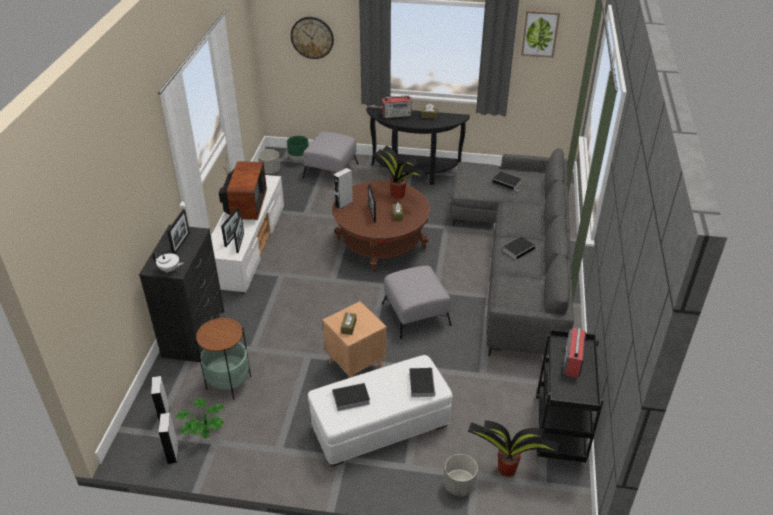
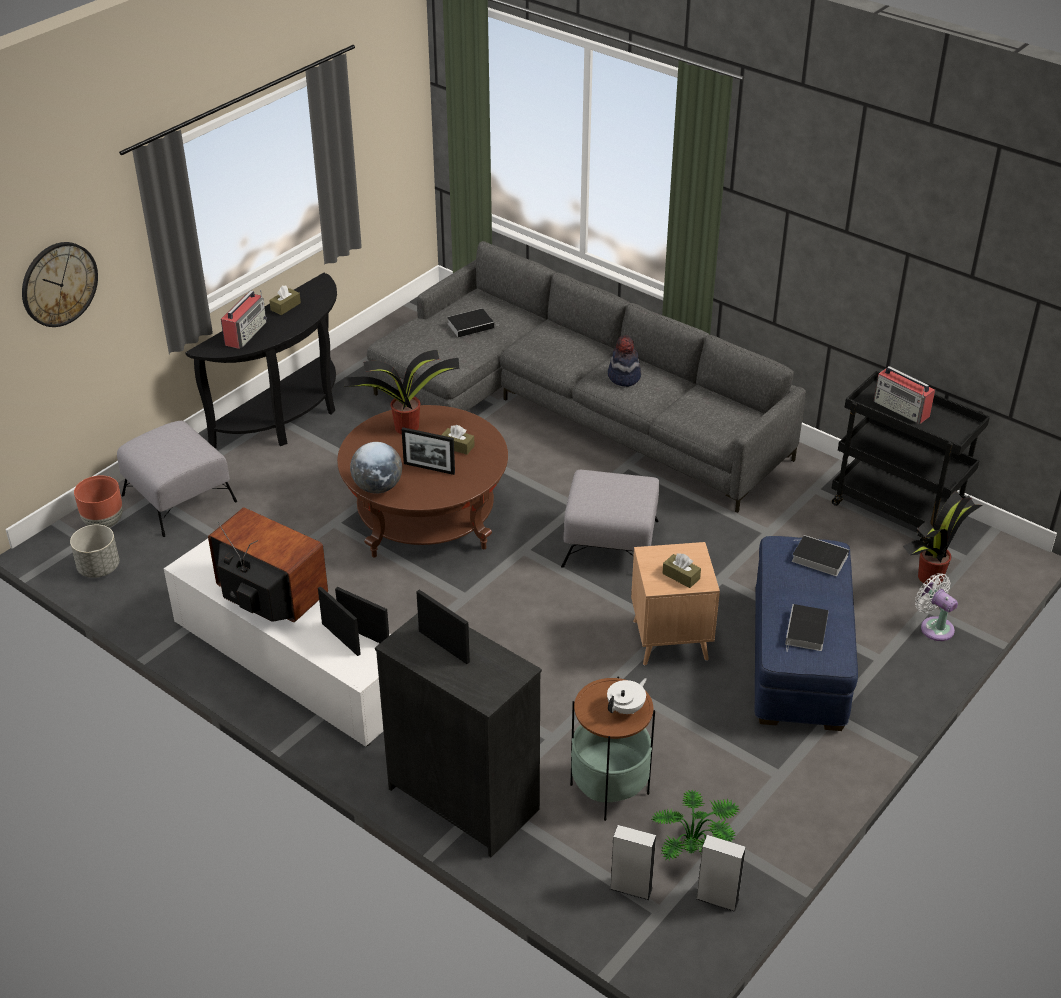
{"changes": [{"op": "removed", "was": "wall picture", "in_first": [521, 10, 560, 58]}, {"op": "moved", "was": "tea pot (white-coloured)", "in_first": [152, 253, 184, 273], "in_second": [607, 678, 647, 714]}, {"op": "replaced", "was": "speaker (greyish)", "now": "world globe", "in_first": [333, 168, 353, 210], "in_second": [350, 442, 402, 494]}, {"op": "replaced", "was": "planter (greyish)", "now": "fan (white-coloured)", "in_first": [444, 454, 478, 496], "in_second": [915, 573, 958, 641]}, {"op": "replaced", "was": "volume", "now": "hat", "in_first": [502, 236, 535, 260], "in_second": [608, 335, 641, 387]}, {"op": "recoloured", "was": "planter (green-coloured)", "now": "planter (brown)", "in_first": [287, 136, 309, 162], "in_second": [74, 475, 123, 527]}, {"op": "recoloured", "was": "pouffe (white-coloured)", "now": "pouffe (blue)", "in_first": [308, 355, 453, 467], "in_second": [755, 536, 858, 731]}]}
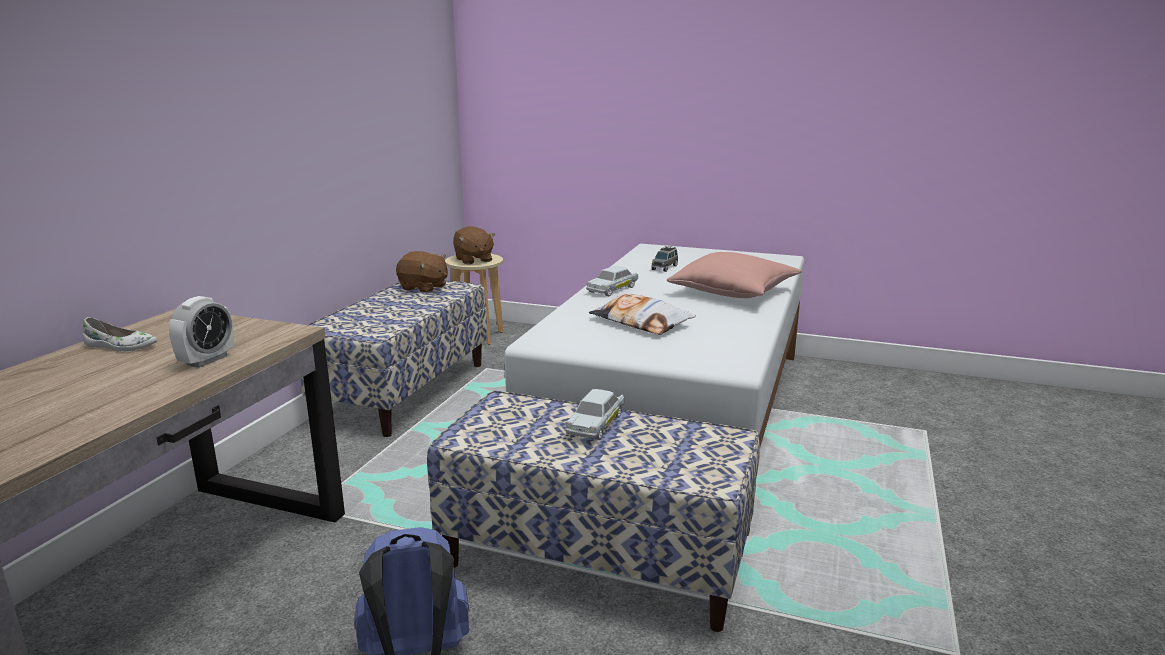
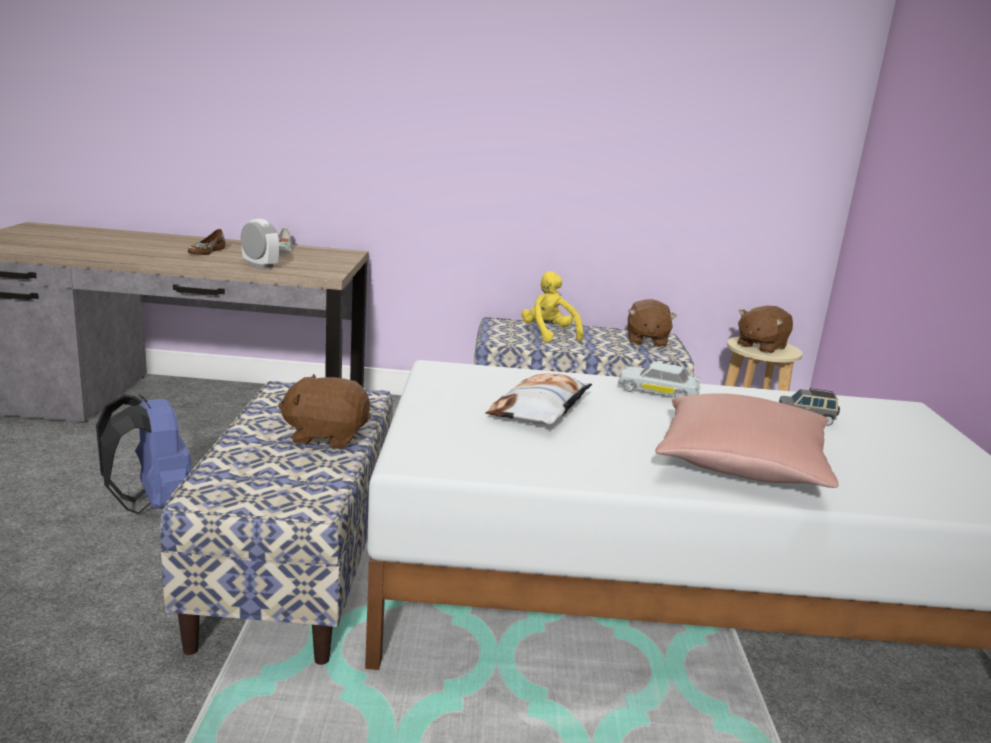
{"changes": [{"op": "added", "now": "item of footwear (brown)", "in_second": [188, 229, 225, 255]}, {"op": "added", "now": "plush toy (yellowish)", "in_second": [522, 271, 583, 342]}, {"op": "replaced", "was": "toy car (white-coloured)", "now": "plush toy (brown)", "in_first": [565, 389, 625, 440], "in_second": [278, 374, 370, 449]}, {"op": "turned", "was": "bedside clock", "in_first": [169, 296, 234, 368], "in_second": [241, 219, 279, 269], "clockwise": -150}]}
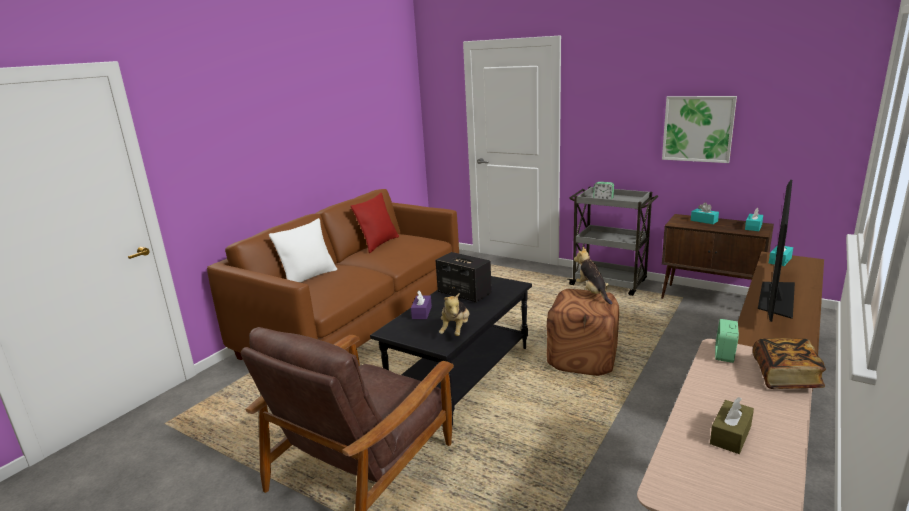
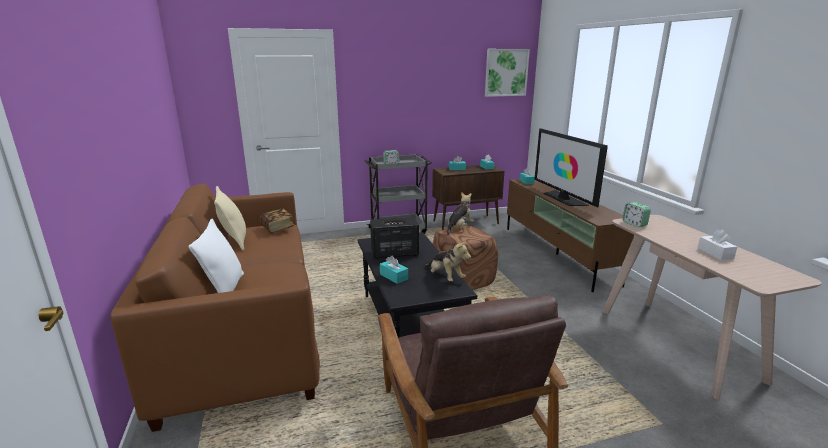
{"changes": [{"op": "moved", "was": "wall picture", "in_first": [662, 96, 737, 163], "in_second": [485, 49, 530, 97]}, {"op": "moved", "was": "volume", "in_first": [753, 338, 826, 389], "in_second": [259, 209, 295, 234]}, {"op": "recoloured", "was": "throw pillow (red)", "now": "throw pillow (beige)", "in_first": [351, 193, 399, 253], "in_second": [214, 186, 246, 251]}, {"op": "recoloured", "was": "tissue holder (purplish)", "now": "tissue holder (turquoise-coloured)", "in_first": [411, 290, 432, 319], "in_second": [380, 256, 408, 284]}, {"op": "recoloured", "was": "tissue holder (brown)", "now": "tissue holder (white-coloured)", "in_first": [710, 397, 754, 454], "in_second": [698, 230, 737, 260]}, {"op": "turned", "was": "plush toy", "in_first": [574, 247, 613, 305], "in_second": [447, 192, 474, 235], "clockwise": 105}]}
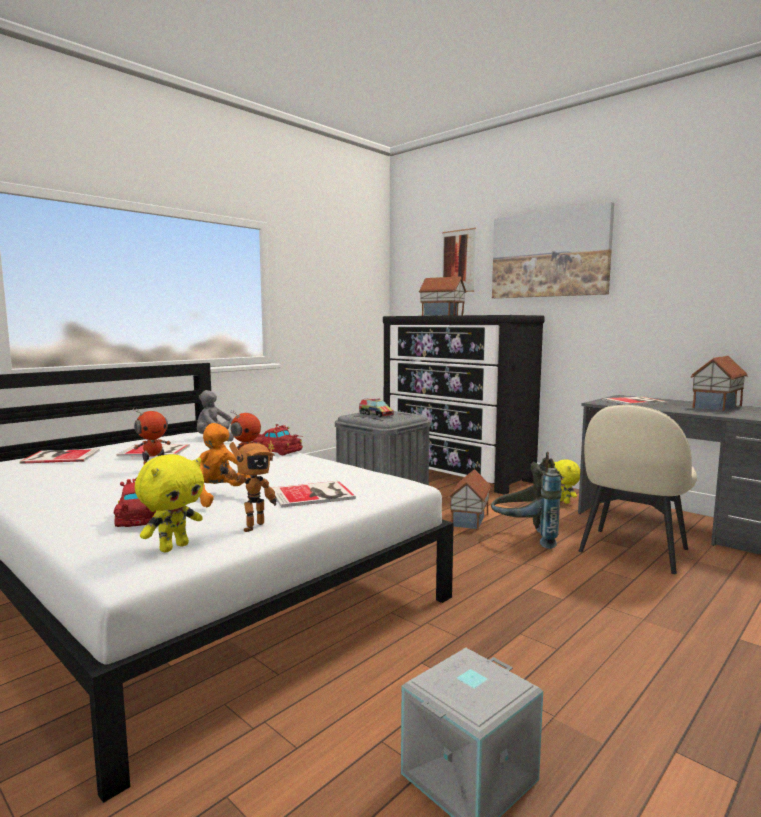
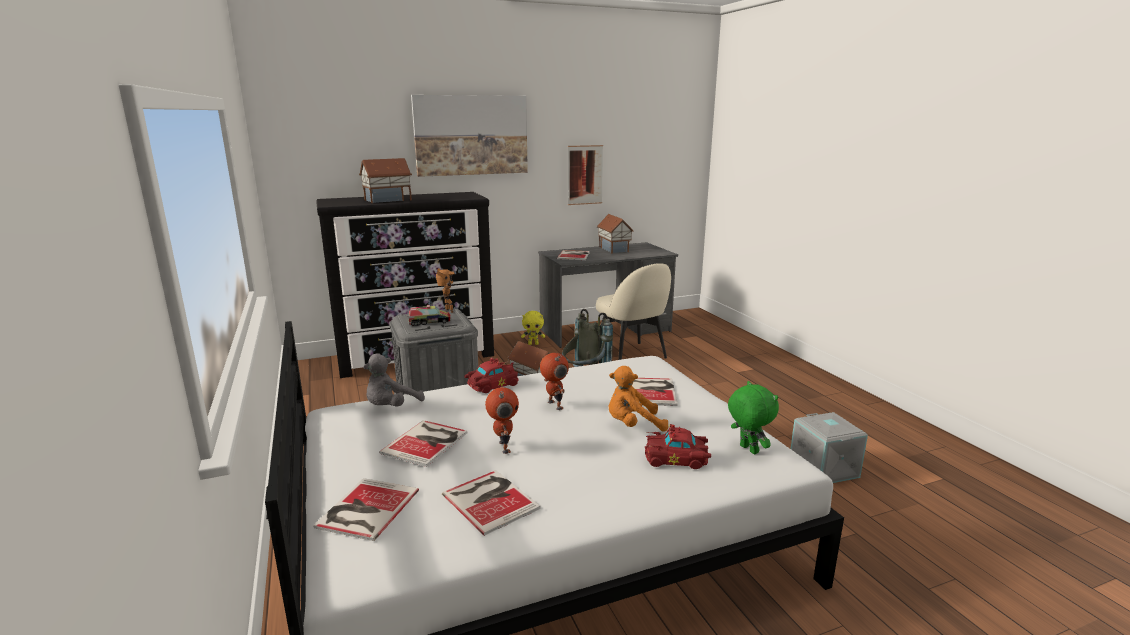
{"changes": [{"op": "added", "now": "volume", "in_second": [442, 470, 541, 536]}, {"op": "moved", "was": "model robot", "in_first": [220, 441, 277, 532], "in_second": [436, 268, 455, 313]}, {"op": "moved", "was": "wall picture", "in_first": [442, 228, 476, 292], "in_second": [568, 145, 603, 205]}, {"op": "recoloured", "was": "plush toy (yellowish)", "now": "plush toy (green-coloured)", "in_first": [135, 454, 204, 552], "in_second": [728, 381, 779, 454]}]}
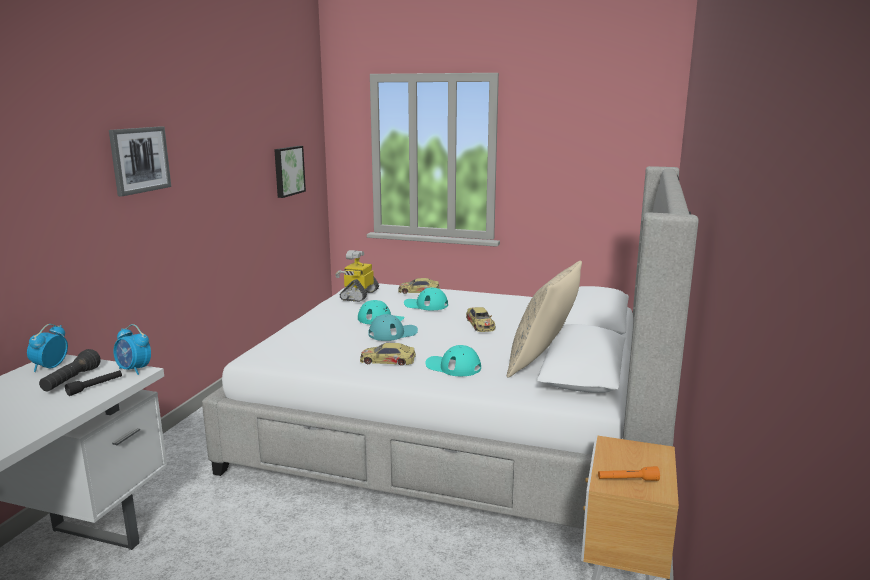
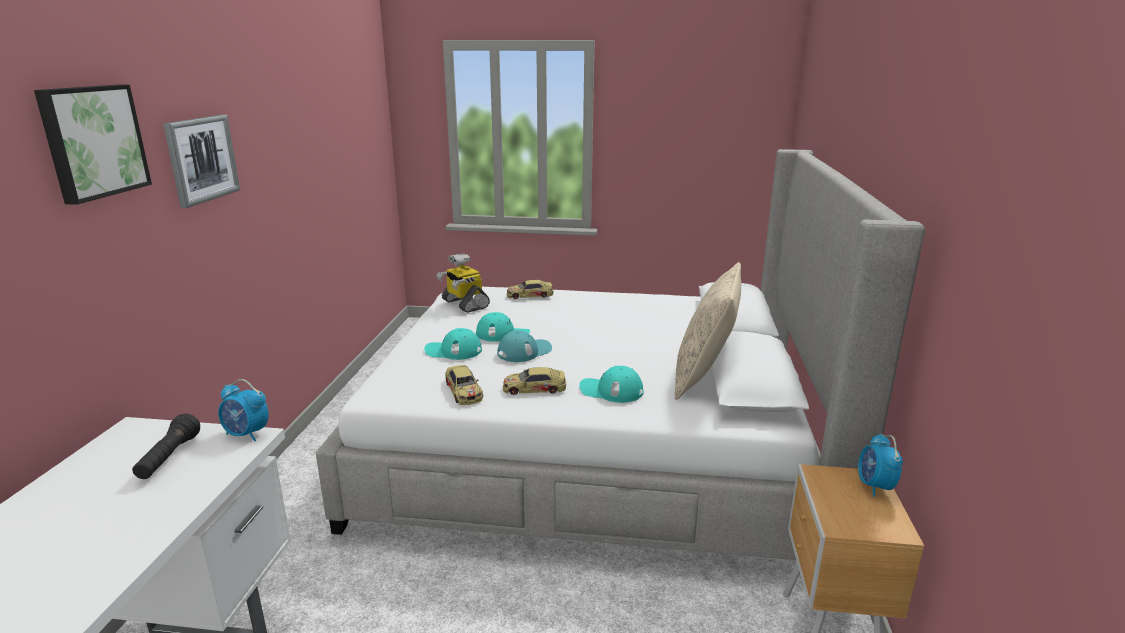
{"changes": [{"op": "removed", "was": "hand torch (blackish)", "in_first": [65, 370, 122, 396]}, {"op": "removed", "was": "hand torch (orange)", "in_first": [598, 466, 660, 481]}, {"op": "moved", "was": "bedside clock", "in_first": [27, 324, 68, 372], "in_second": [858, 433, 903, 497]}, {"op": "moved", "was": "wall picture", "in_first": [274, 146, 306, 198], "in_second": [34, 85, 152, 205]}, {"op": "moved", "was": "peaked cap (turquoise-coloured)", "in_first": [404, 288, 448, 310], "in_second": [424, 328, 482, 360]}, {"op": "moved", "was": "toy car", "in_first": [466, 307, 495, 332], "in_second": [445, 365, 483, 405]}, {"op": "turned", "was": "model robot", "in_first": [335, 250, 379, 302], "in_second": [437, 253, 490, 313], "clockwise": -45}]}
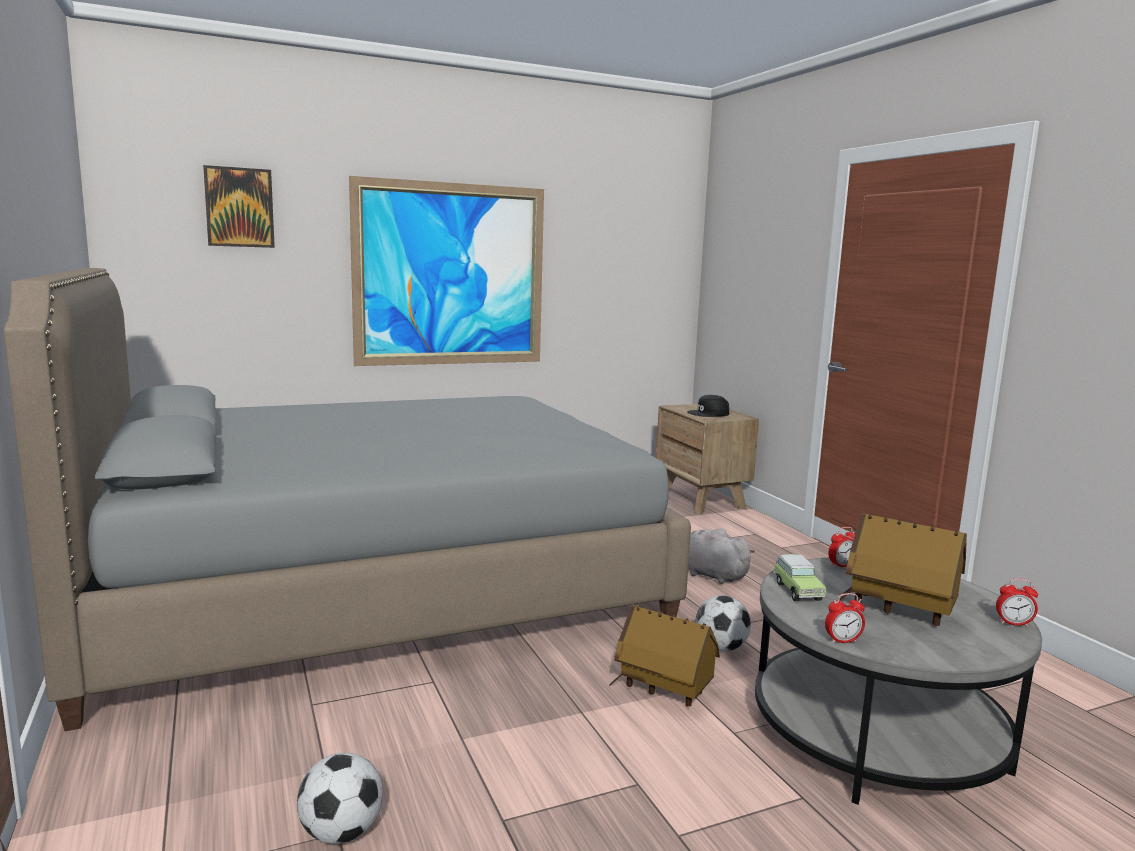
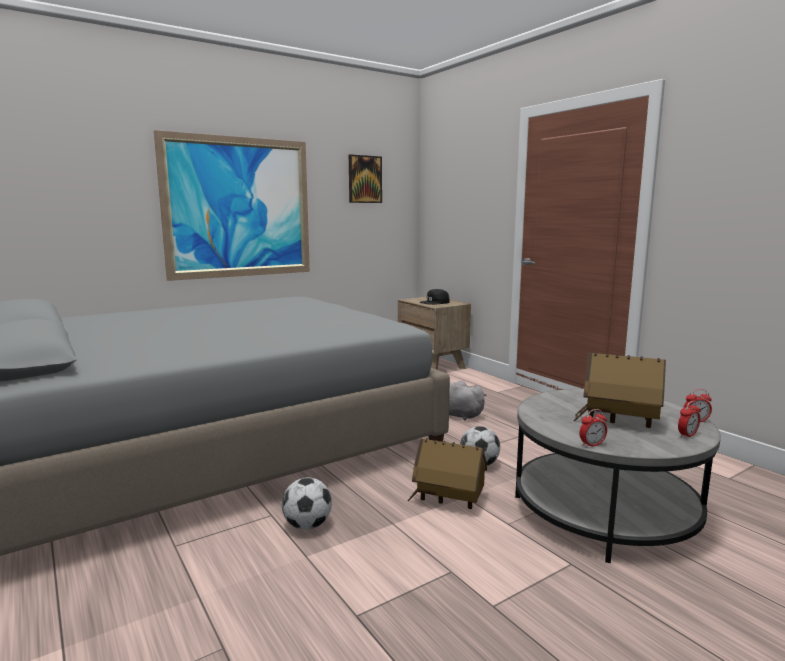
{"changes": [{"op": "removed", "was": "toy car", "in_first": [773, 554, 826, 601]}, {"op": "moved", "was": "wall picture", "in_first": [203, 165, 275, 248], "in_second": [349, 154, 382, 203]}, {"op": "moved", "was": "football", "in_first": [297, 753, 383, 844], "in_second": [282, 477, 332, 530]}, {"op": "moved", "was": "bedside clock", "in_first": [828, 527, 855, 568], "in_second": [678, 401, 701, 439]}]}
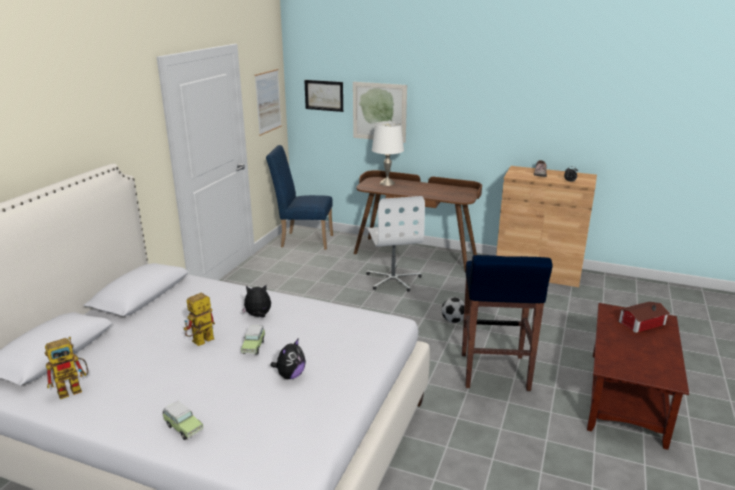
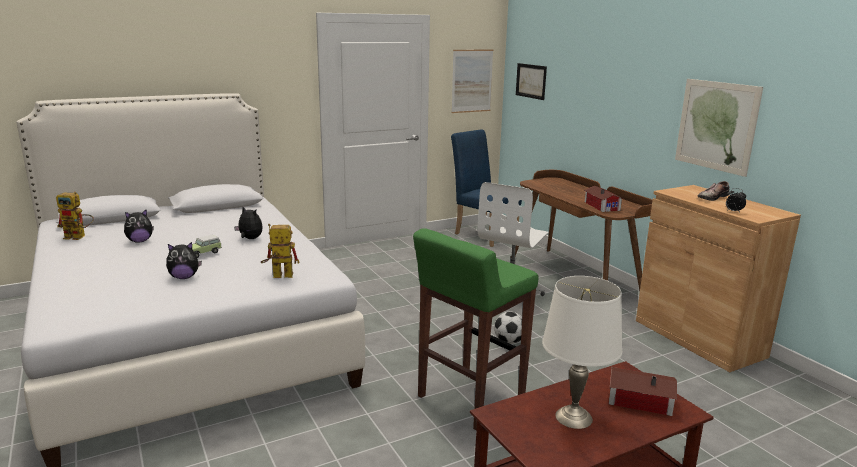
{"changes": [{"op": "removed", "was": "toy car", "in_first": [163, 401, 203, 440]}, {"op": "added", "now": "plush toy", "in_second": [124, 209, 154, 243]}, {"op": "added", "now": "model house", "in_second": [584, 186, 624, 212]}, {"op": "moved", "was": "model robot", "in_first": [184, 293, 215, 346], "in_second": [260, 224, 299, 278]}, {"op": "moved", "was": "wall picture", "in_first": [353, 82, 407, 143], "in_second": [675, 79, 763, 177]}, {"op": "moved", "was": "table lamp (white-coloured)", "in_first": [372, 121, 404, 186], "in_second": [542, 276, 622, 429]}, {"op": "recoloured", "was": "stool seat (blue)", "now": "stool seat (green-coloured)", "in_first": [462, 255, 553, 391], "in_second": [413, 228, 538, 431]}]}
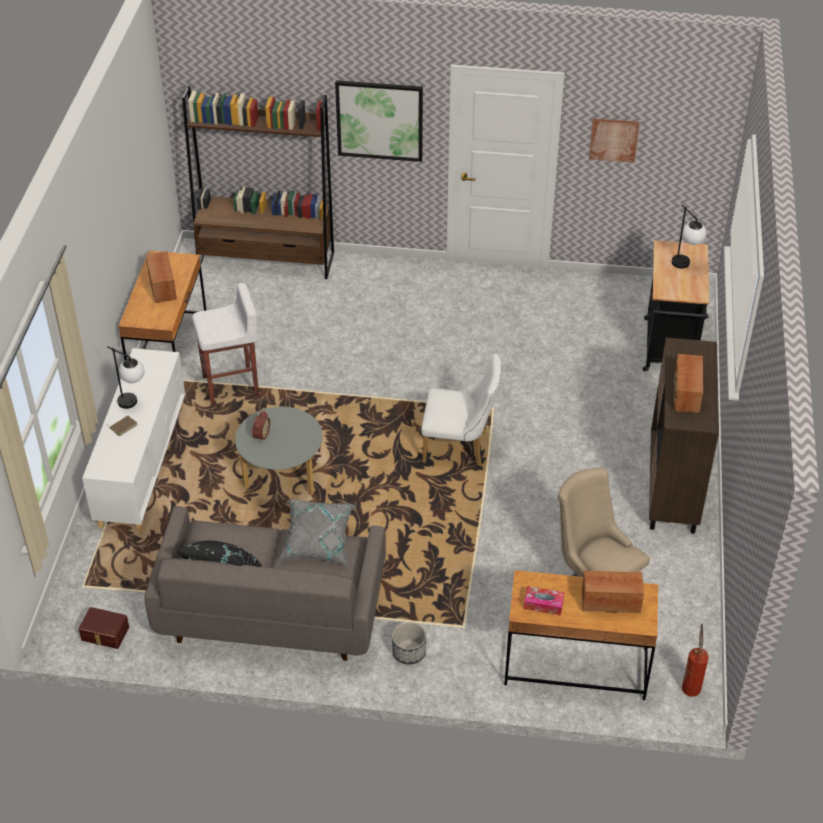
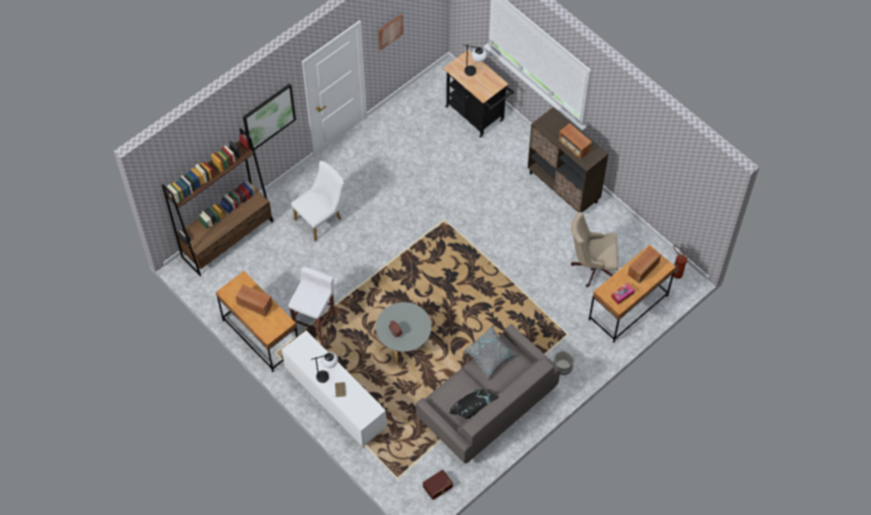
{"changes": [{"op": "moved", "was": "upright chair (white-coloured)", "in_first": [421, 354, 502, 466], "in_second": [291, 161, 344, 241]}]}
